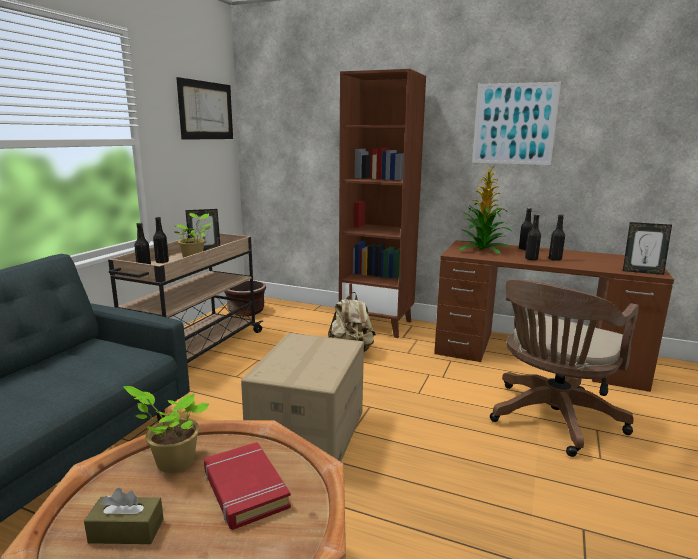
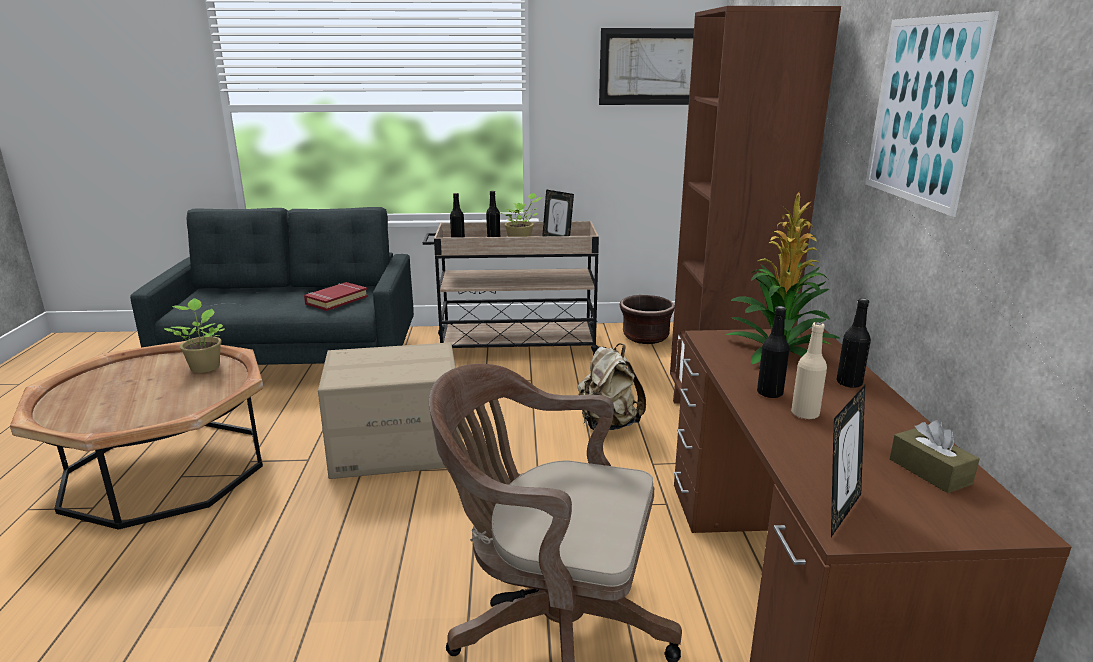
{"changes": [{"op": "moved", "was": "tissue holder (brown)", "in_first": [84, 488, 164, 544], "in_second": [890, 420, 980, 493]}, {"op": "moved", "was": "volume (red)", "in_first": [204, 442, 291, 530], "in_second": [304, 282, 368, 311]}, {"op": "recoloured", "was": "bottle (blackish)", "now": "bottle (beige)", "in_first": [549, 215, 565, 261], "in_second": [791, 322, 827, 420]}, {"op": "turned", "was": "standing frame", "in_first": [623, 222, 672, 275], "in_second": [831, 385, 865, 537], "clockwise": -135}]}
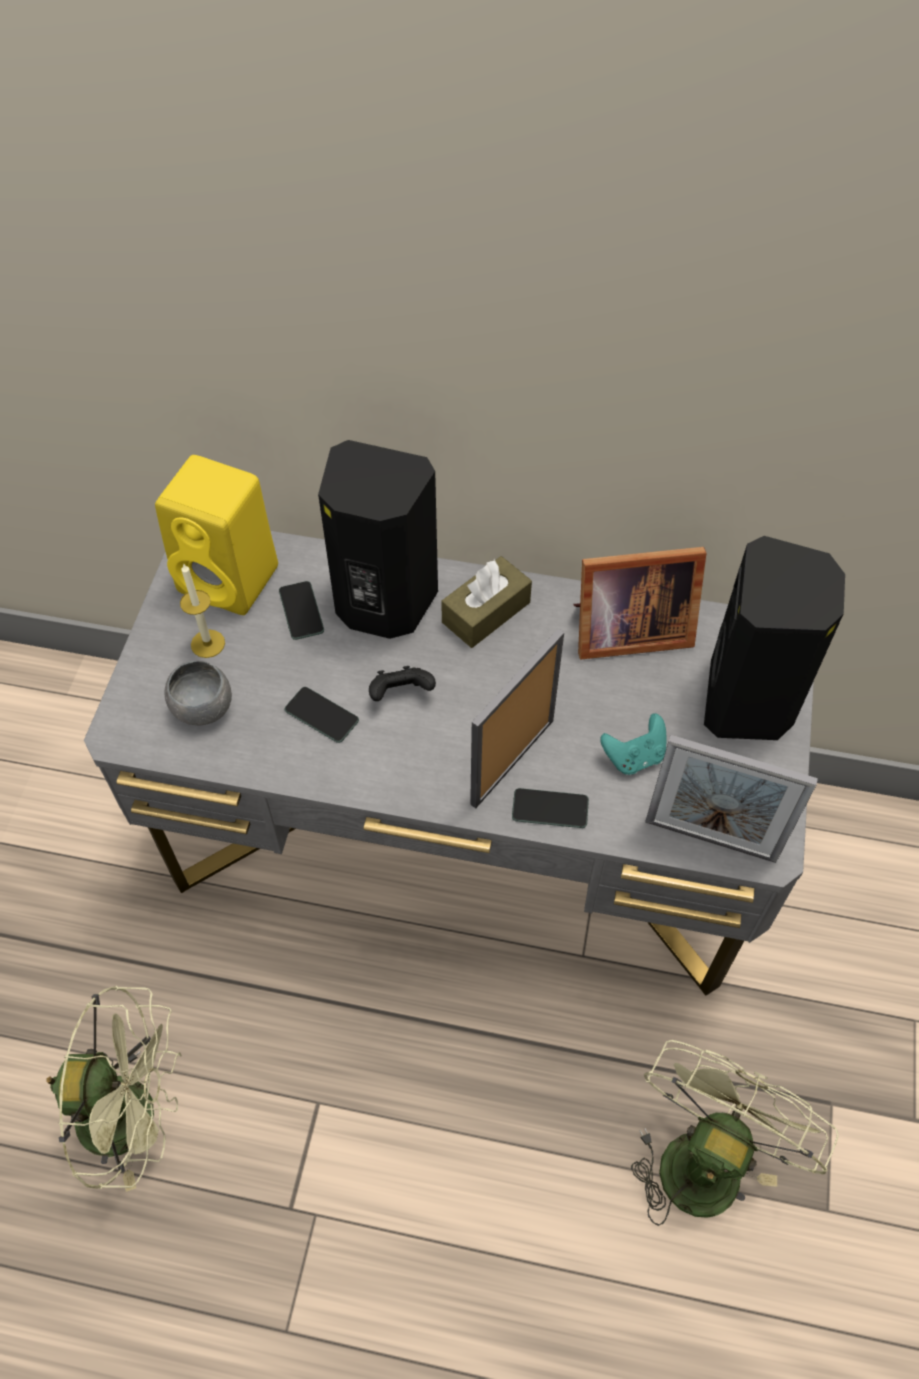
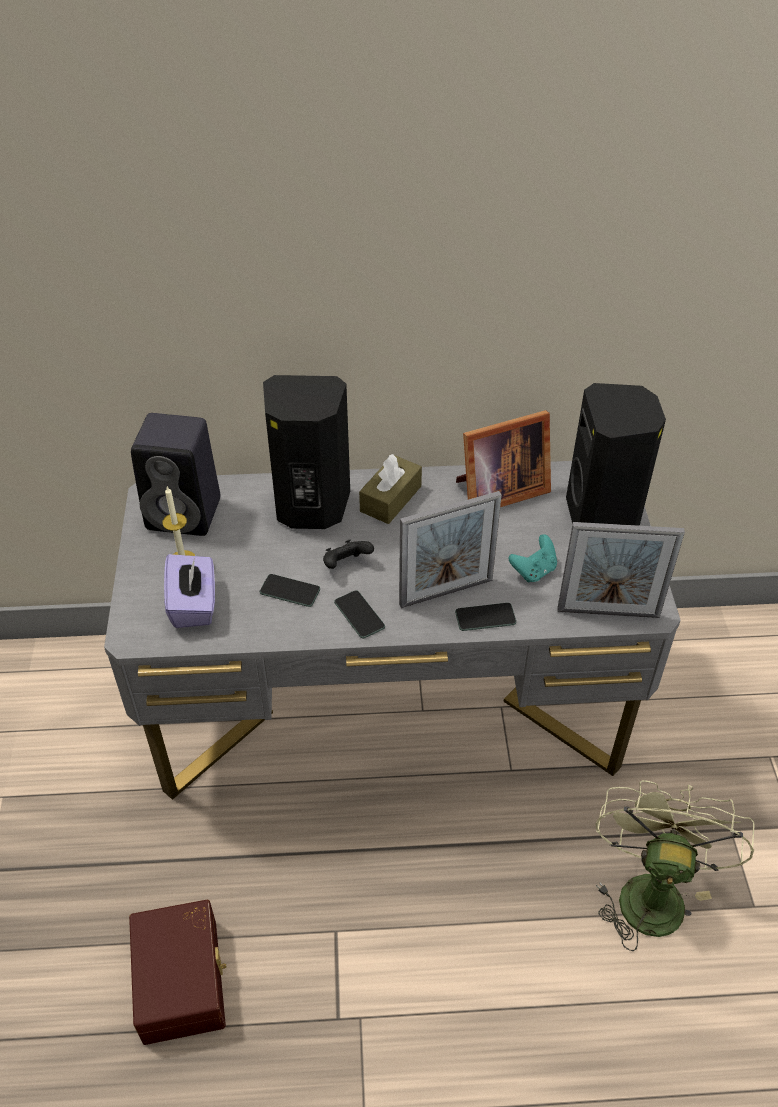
{"changes": [{"op": "moved", "was": "handset", "in_first": [279, 581, 324, 640], "in_second": [334, 590, 385, 638]}, {"op": "replaced", "was": "fan (green-coloured)", "now": "storage box (brown)", "in_first": [47, 986, 182, 1192], "in_second": [129, 899, 226, 1045]}, {"op": "replaced", "was": "deep dish (greyish)", "now": "tissue holder (purplish)", "in_first": [165, 661, 232, 725], "in_second": [164, 554, 215, 628]}, {"op": "recoloured", "was": "speaker (yellowish)", "now": "speaker (blackish)", "in_first": [155, 455, 278, 615], "in_second": [131, 413, 220, 536]}, {"op": "turned", "was": "standing frame", "in_first": [470, 629, 564, 808], "in_second": [399, 491, 502, 608], "clockwise": -135}]}
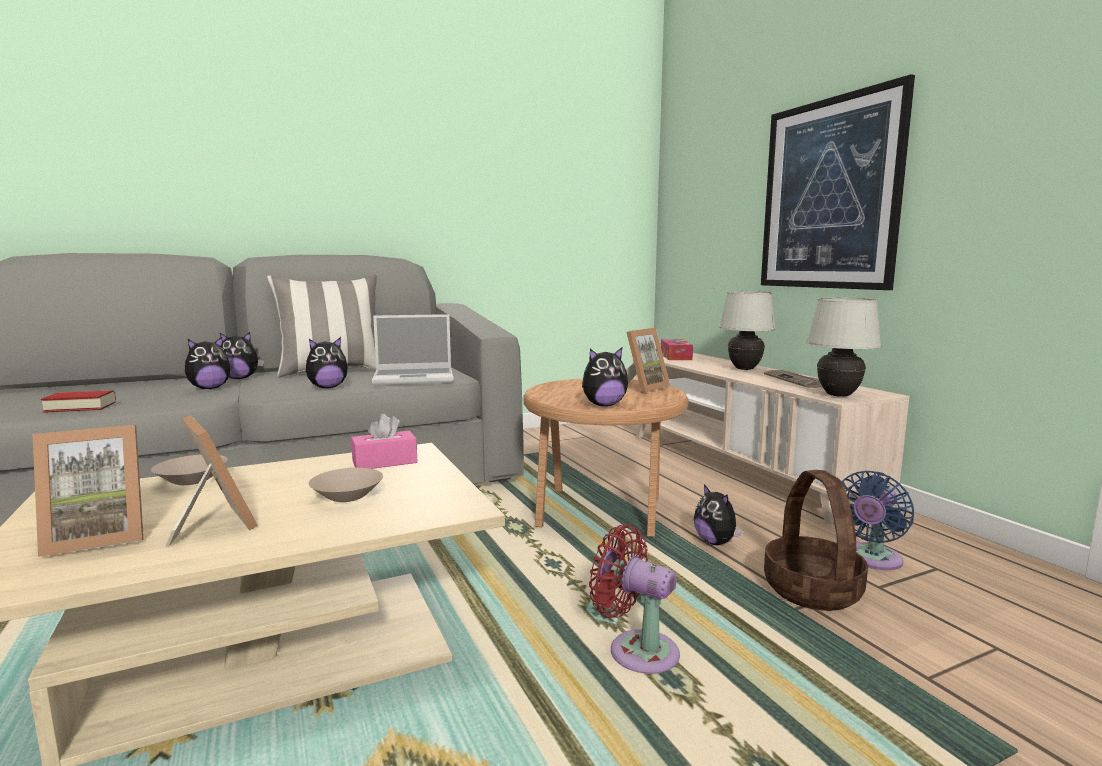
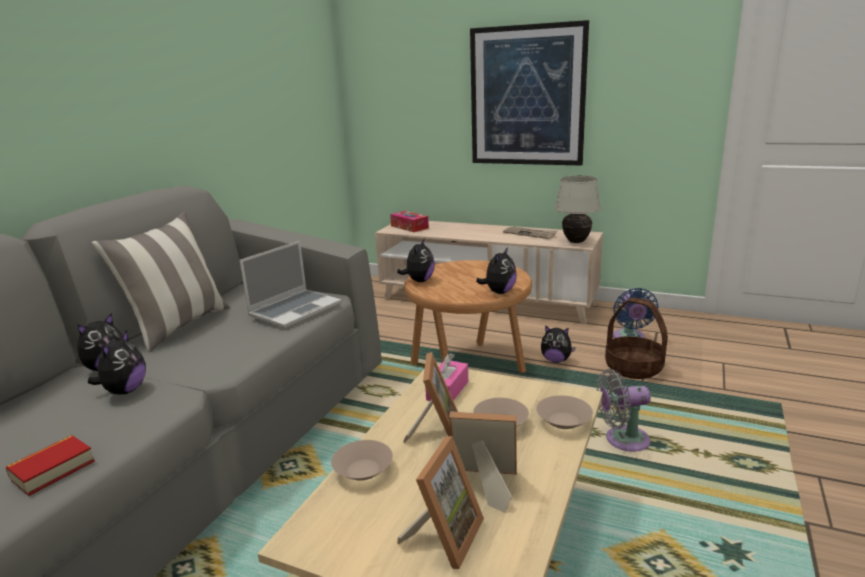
{"changes": [{"op": "removed", "was": "table lamp (white-coloured)", "in_first": [719, 291, 776, 370]}, {"op": "added", "now": "deep dish (beige)", "in_second": [536, 395, 593, 429]}, {"op": "moved", "was": "plush toy", "in_first": [306, 337, 348, 388], "in_second": [397, 239, 435, 282]}, {"op": "moved", "was": "standing frame", "in_first": [626, 328, 670, 393], "in_second": [403, 352, 458, 443]}, {"op": "recoloured", "was": "fan (red)", "now": "fan (greyish)", "in_first": [589, 524, 680, 674], "in_second": [596, 369, 651, 452]}]}
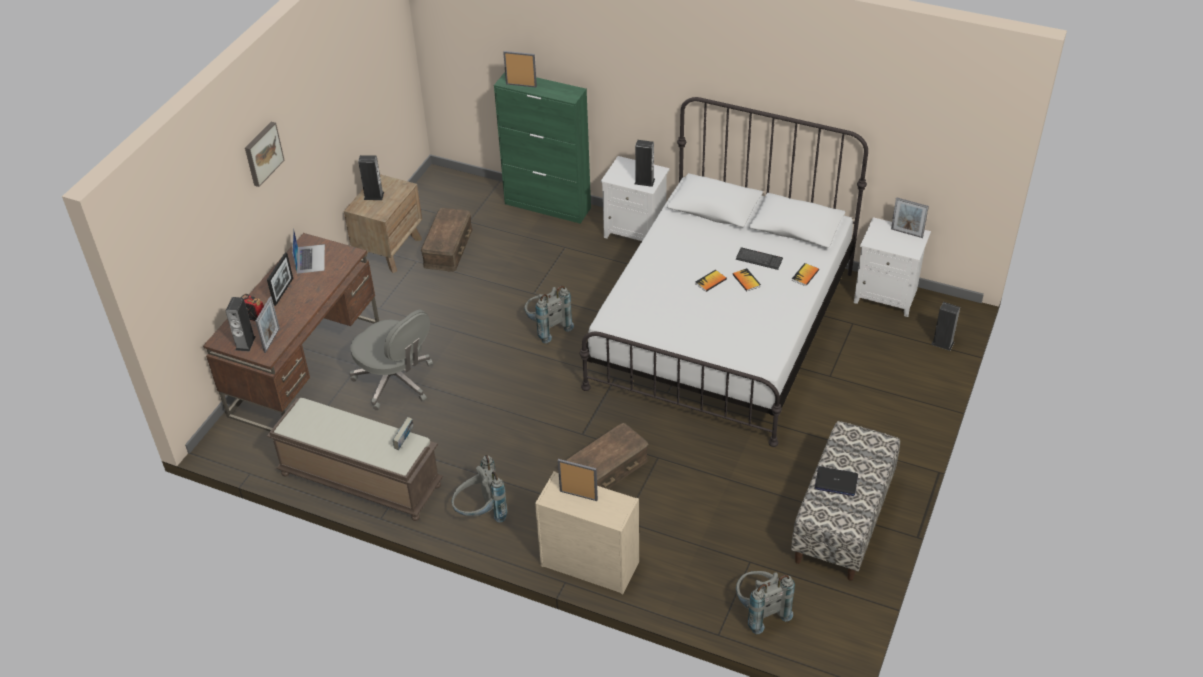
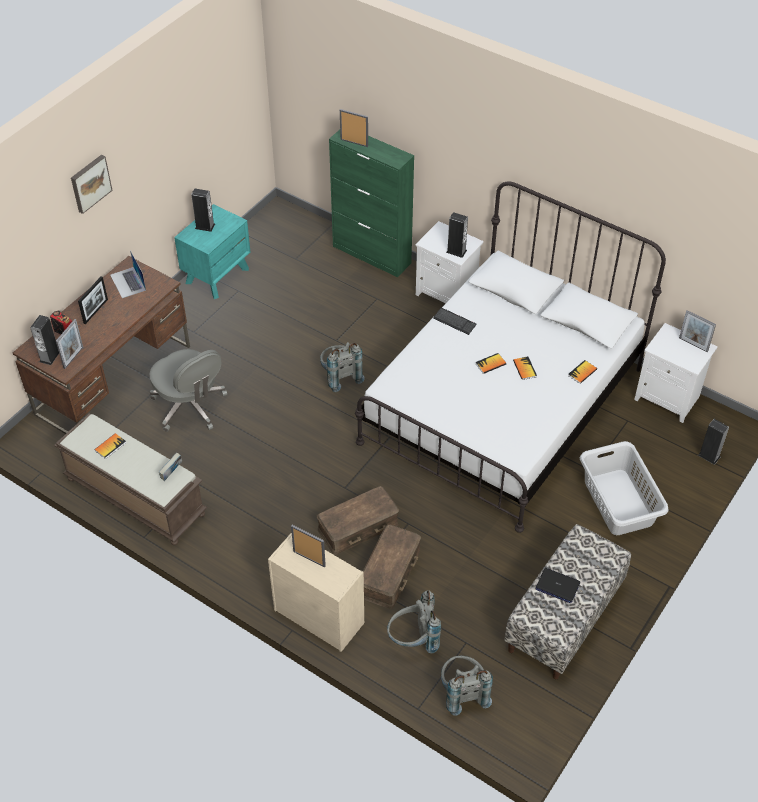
{"changes": [{"op": "added", "now": "volume", "in_second": [94, 433, 126, 459]}, {"op": "added", "now": "washing basket (greyish)", "in_second": [580, 441, 669, 535]}, {"op": "moved", "was": "storage box (brown)", "in_first": [421, 208, 472, 272], "in_second": [363, 525, 421, 609]}, {"op": "moved", "was": "rucksack (greyish)", "in_first": [451, 455, 508, 523], "in_second": [387, 590, 441, 653]}, {"op": "moved", "was": "PC keyboard", "in_first": [736, 247, 783, 270], "in_second": [433, 308, 476, 335]}, {"op": "recoloured", "was": "bedside table (brown)", "now": "bedside table (turquoise-coloured)", "in_first": [344, 174, 422, 273], "in_second": [174, 204, 250, 299]}, {"op": "turned", "was": "laptop", "in_first": [292, 228, 325, 274], "in_second": [110, 250, 146, 298], "clockwise": 150}]}
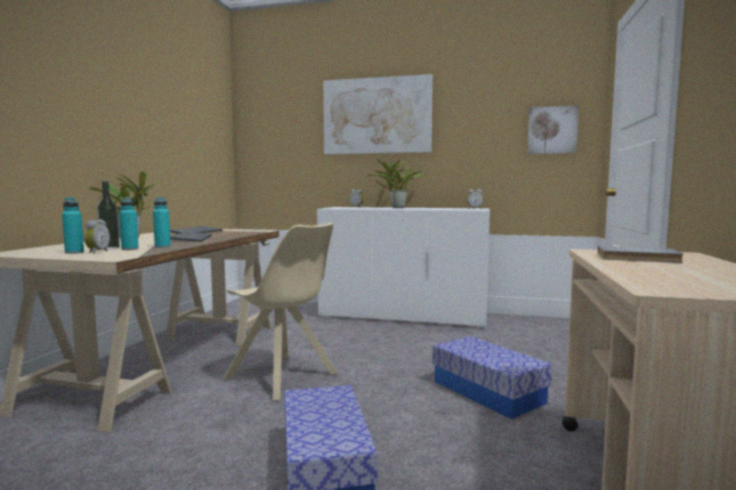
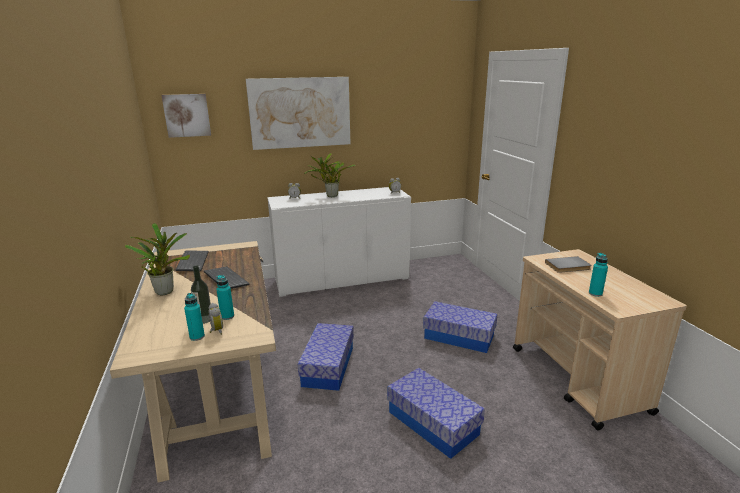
{"changes": [{"op": "moved", "was": "bottle (turquoise-coloured)", "in_first": [153, 197, 171, 248], "in_second": [589, 253, 608, 297]}, {"op": "moved", "was": "wall picture", "in_first": [527, 105, 579, 154], "in_second": [161, 94, 211, 138]}, {"op": "replaced", "was": "upright chair (beige)", "now": "storage box", "in_first": [224, 222, 338, 400], "in_second": [298, 323, 354, 391]}]}
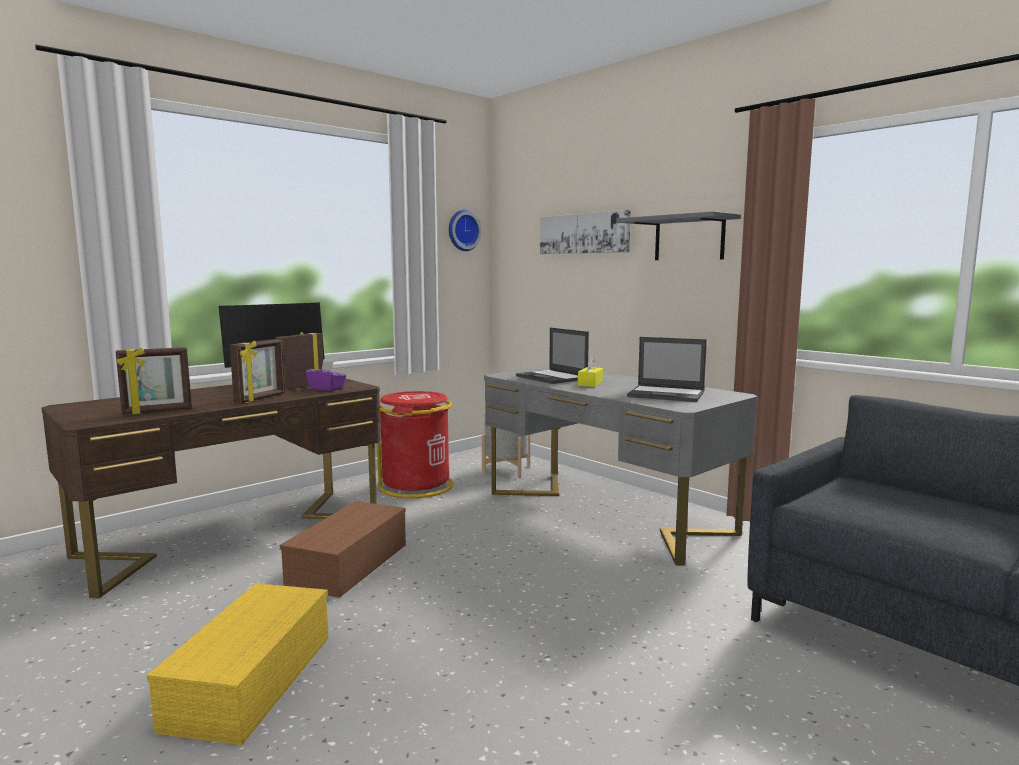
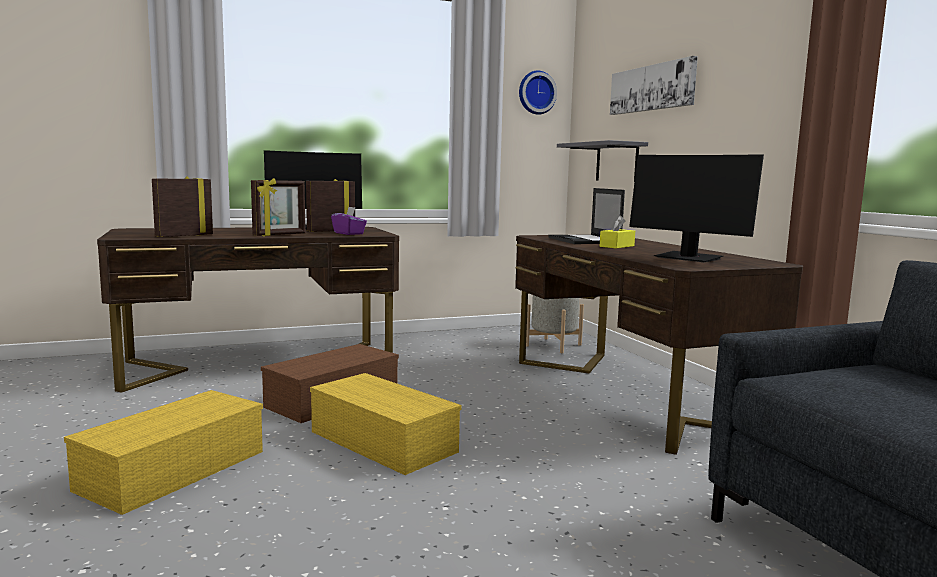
{"changes": [{"op": "removed", "was": "waste bin (red)", "in_first": [377, 391, 453, 498]}, {"op": "added", "now": "storage box (yellowish)", "in_second": [310, 373, 462, 475]}, {"op": "moved", "was": "bracket shelf (greyish)", "in_first": [616, 211, 741, 260], "in_second": [557, 140, 648, 182]}, {"op": "replaced", "was": "laptop", "now": "computer screen", "in_first": [627, 337, 707, 402], "in_second": [629, 154, 764, 262]}, {"op": "recoloured", "was": "desk (greyish)", "now": "desk (brown)", "in_first": [484, 366, 757, 566], "in_second": [515, 234, 803, 455]}, {"op": "turned", "was": "standing frame", "in_first": [116, 347, 192, 415], "in_second": [152, 176, 213, 237], "clockwise": 135}]}
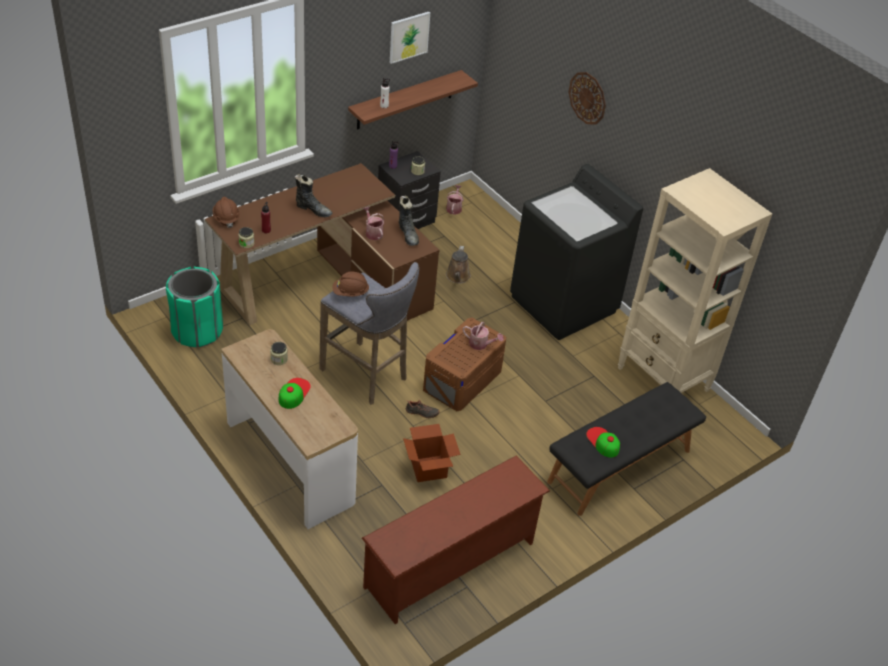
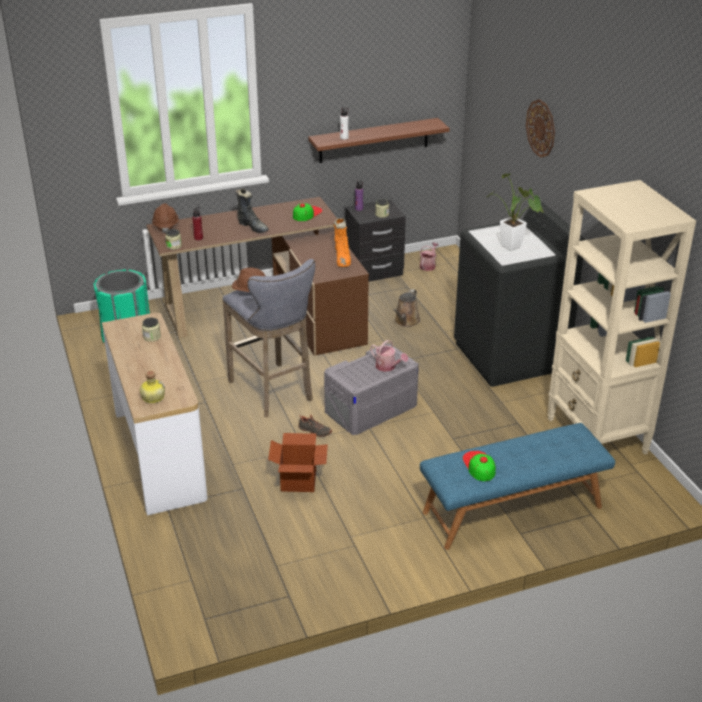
{"changes": [{"op": "removed", "was": "shoe shelf (brown)", "in_first": [362, 455, 550, 624]}, {"op": "removed", "was": "sprinkling can", "in_first": [363, 206, 384, 240]}, {"op": "removed", "was": "wall picture", "in_first": [390, 12, 430, 64]}, {"op": "added", "now": "bottle", "in_second": [140, 371, 165, 404]}, {"op": "added", "now": "houseplant", "in_second": [487, 173, 543, 251]}, {"op": "moved", "was": "peaked cap", "in_first": [279, 378, 311, 409], "in_second": [293, 203, 322, 221]}, {"op": "recoloured", "was": "high-top boot (blackish)", "now": "high-top boot (orange)", "in_first": [399, 196, 419, 246], "in_second": [334, 218, 351, 267]}, {"op": "recoloured", "was": "storage box (brown)", "now": "storage box (greyish)", "in_first": [423, 317, 506, 411], "in_second": [324, 343, 419, 435]}, {"op": "recoloured", "was": "indoor bench (blackish)", "now": "indoor bench (blue)", "in_first": [547, 382, 706, 516], "in_second": [420, 423, 615, 550]}]}
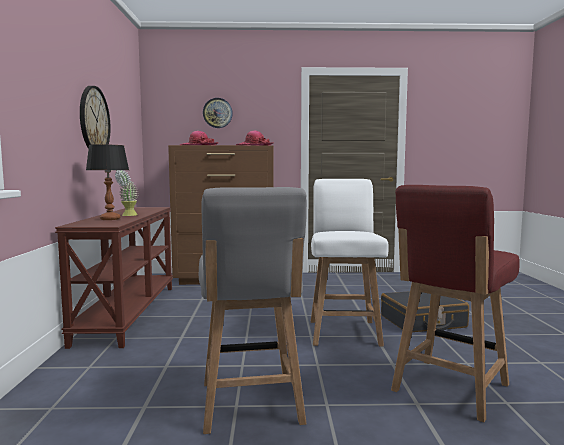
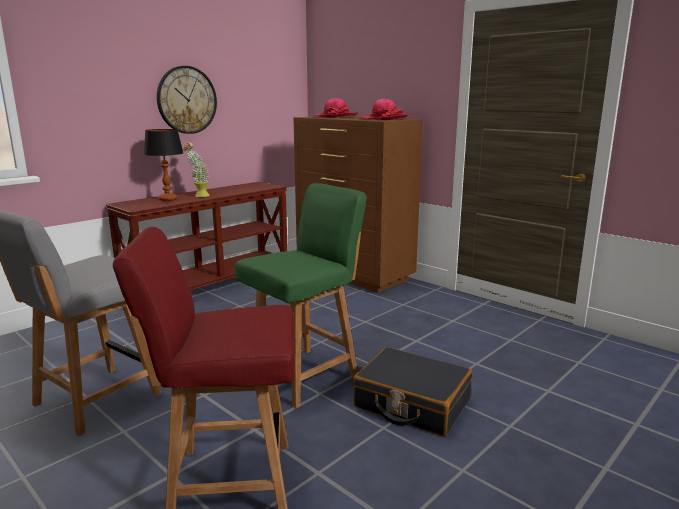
{"changes": [{"op": "removed", "was": "wall clock", "in_first": [203, 98, 233, 128]}, {"op": "recoloured", "was": "upright chair (white-coloured)", "now": "upright chair (green-coloured)", "in_first": [311, 179, 388, 346], "in_second": [235, 183, 367, 408]}]}
